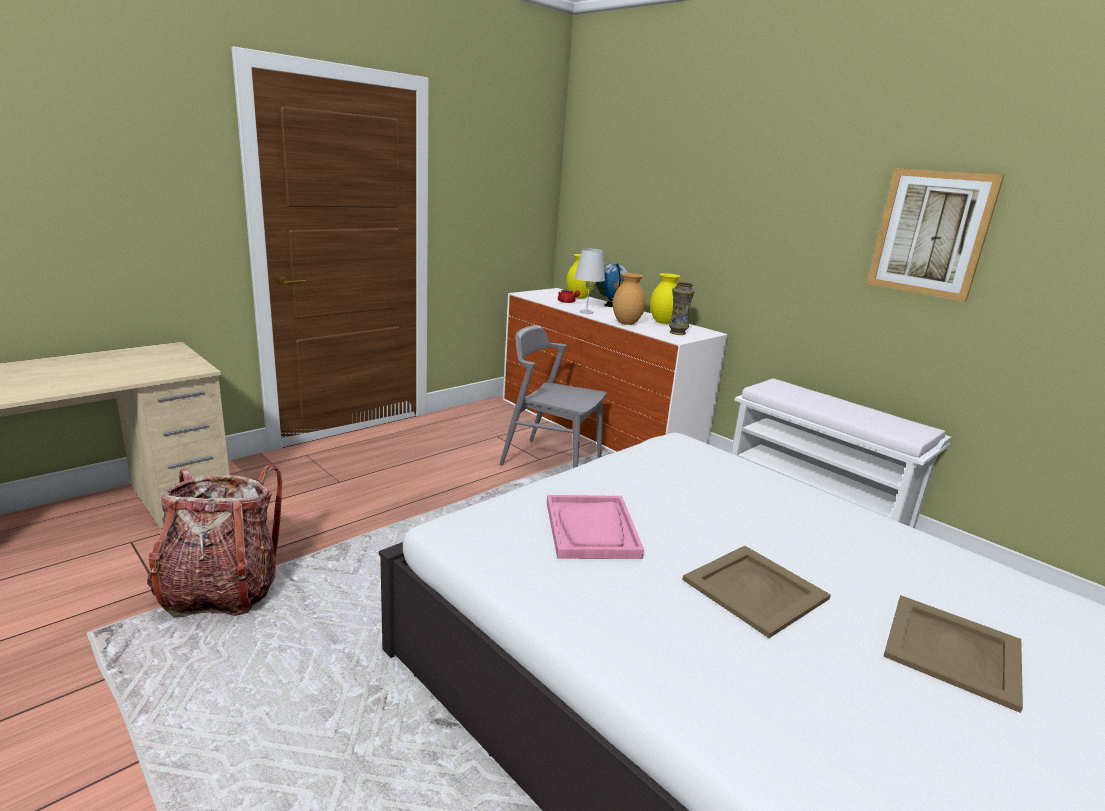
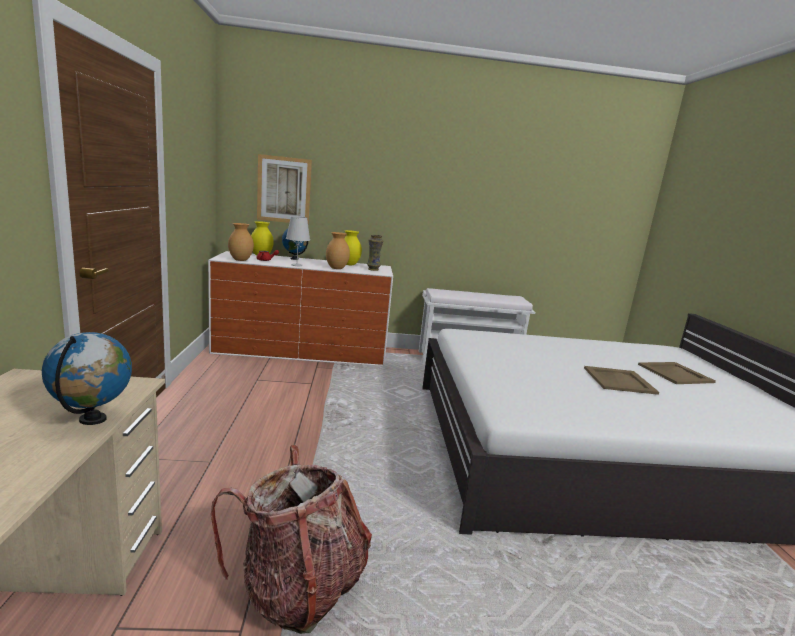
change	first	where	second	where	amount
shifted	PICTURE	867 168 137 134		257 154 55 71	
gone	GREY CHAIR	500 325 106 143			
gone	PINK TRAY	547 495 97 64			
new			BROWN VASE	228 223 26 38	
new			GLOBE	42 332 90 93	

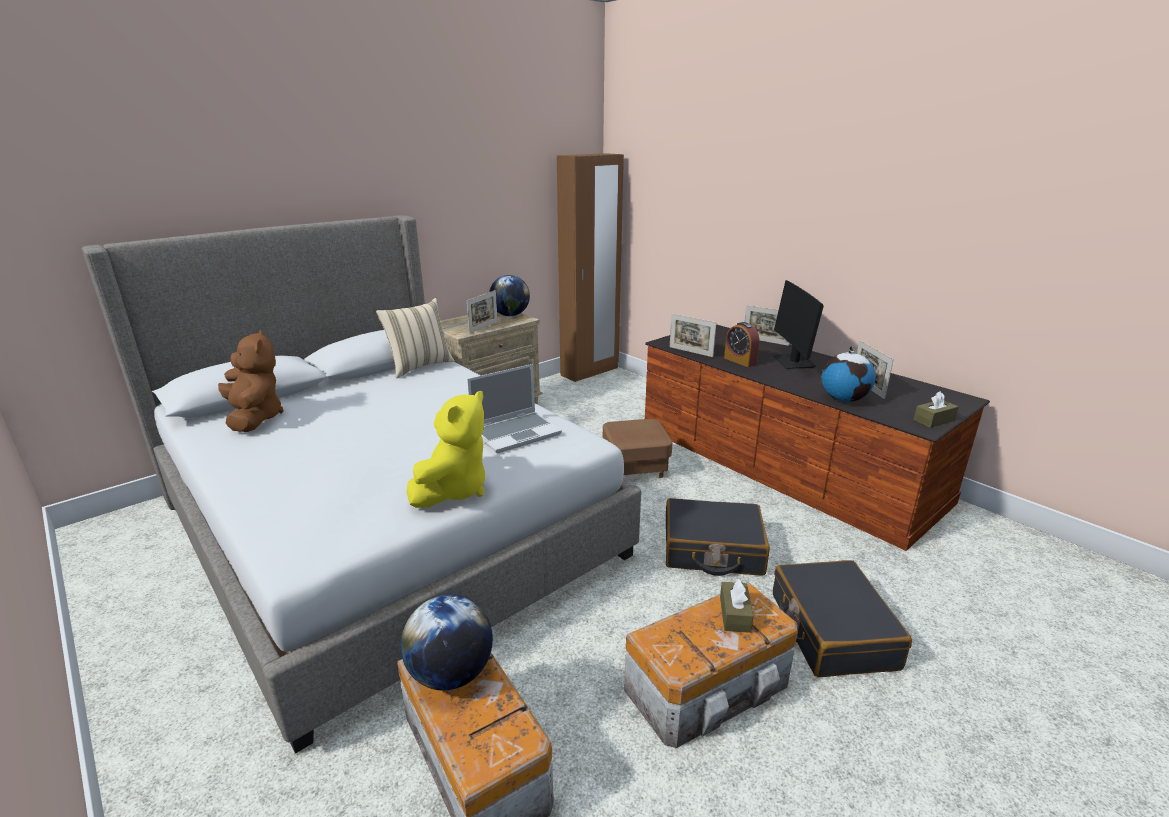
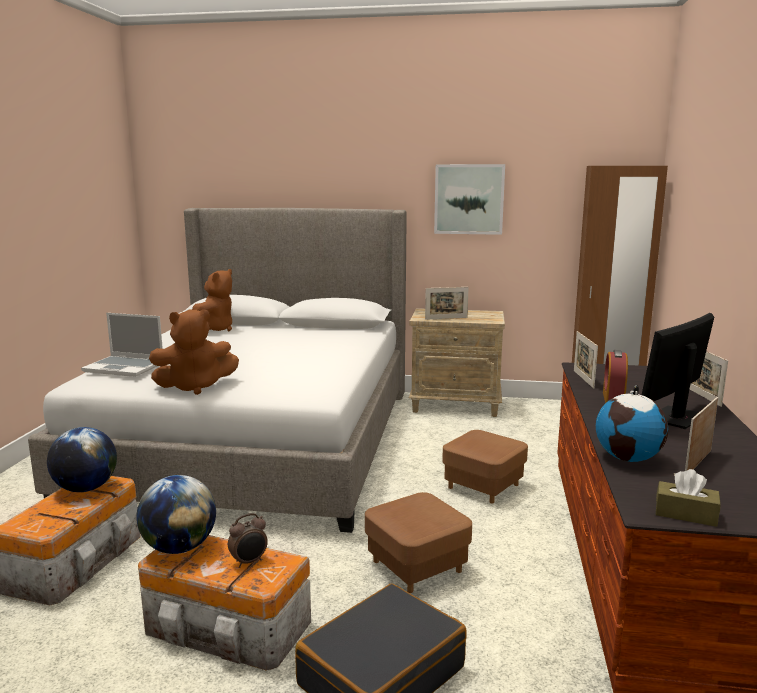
change	first	where	second	where	amount
shifted	GLOBE	489 275 41 41		136 475 80 79	
gone	BEIGE PILLOW	376 298 79 80			
shifted	LAPTOP	467 364 95 89		81 313 82 64	
repainted	YELLOW PLUSH TOY	406 391 79 117	BROWN PLUSH TOY	149 309 90 86	
swapped	BLACK SUITCASE	666 498 104 78	BROWN OTTOMAN	365 492 107 101	
swapped	BROWN TISSUE BOX	720 579 34 54	ALARM CLOCK	228 513 40 55	
new			PICTURE	434 164 71 71	

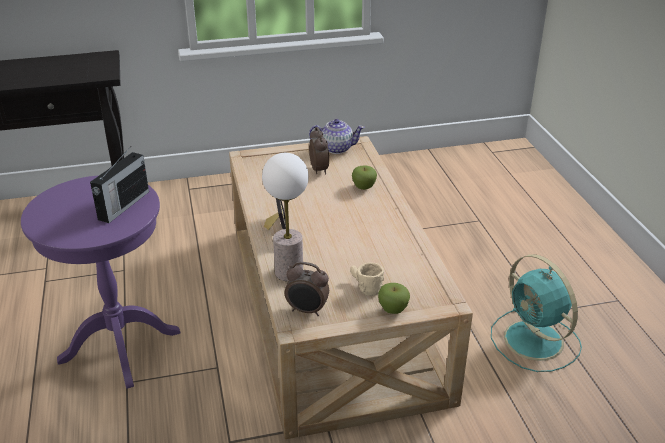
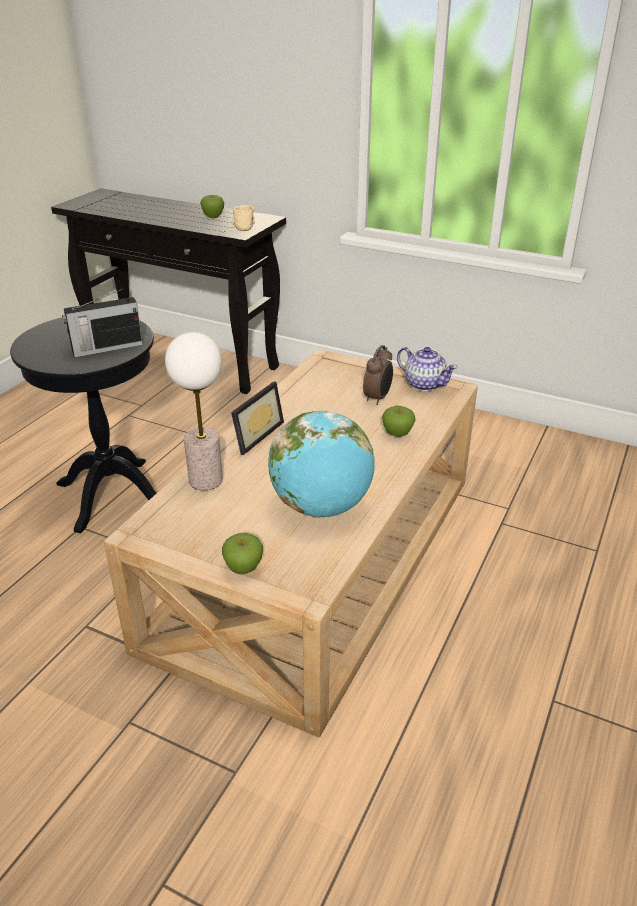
change	first	where	second	where	amount
repainted	PURPLE SIDE TABLE	21 175 160 214	BLACK SIDE TABLE	10 318 146 215	
gone	TURQUOISE FAN	491 254 91 118			
gone	ALARM CLOCK	285 262 44 54			
shifted	BEIGE MUG	350 262 34 34		232 205 23 26	
new			APPLE	200 195 24 23	
new			GLOBE	268 411 107 107	

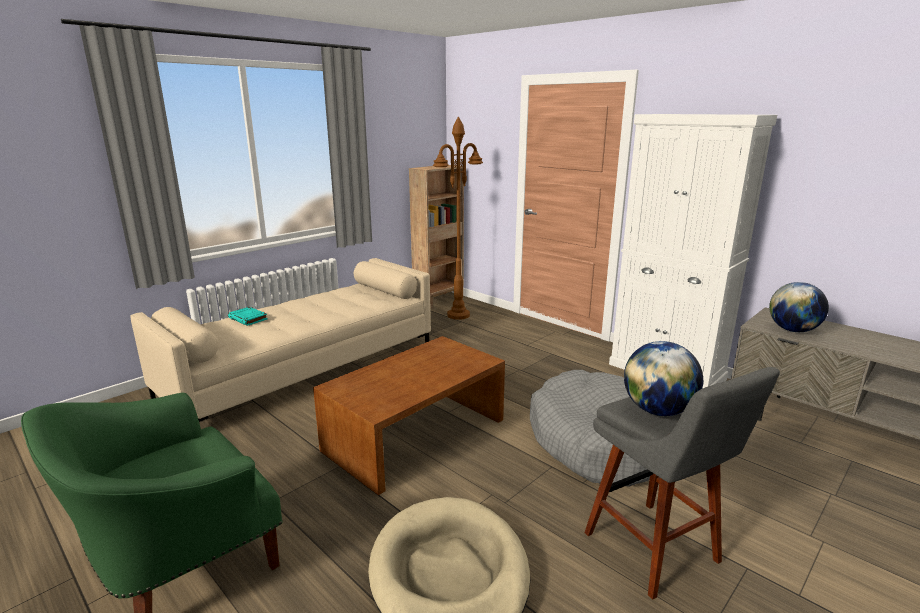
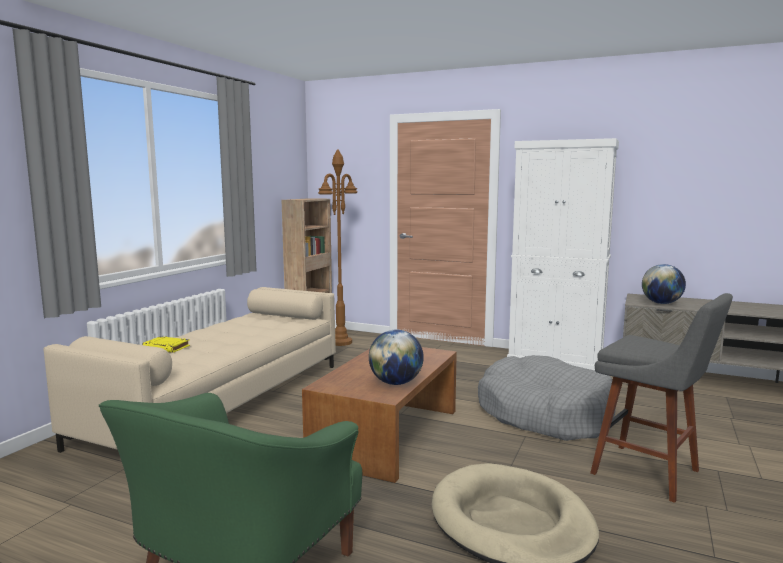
change	first	where	second	where	amount
repainted	TURQUOISE BOOK	228 307 40 19	YELLOW BOOK	142 336 48 17	
shifted	GLOBE	624 341 79 75		369 330 55 55	

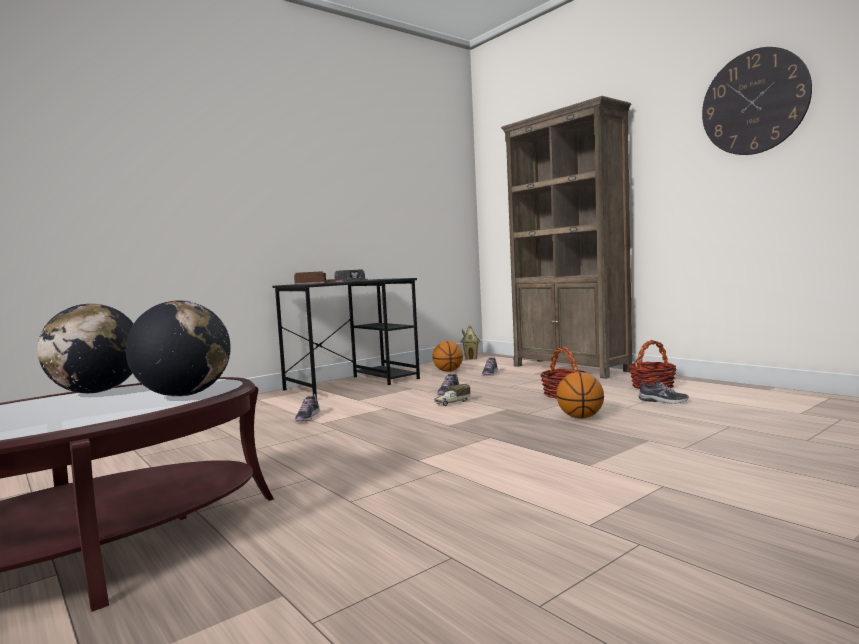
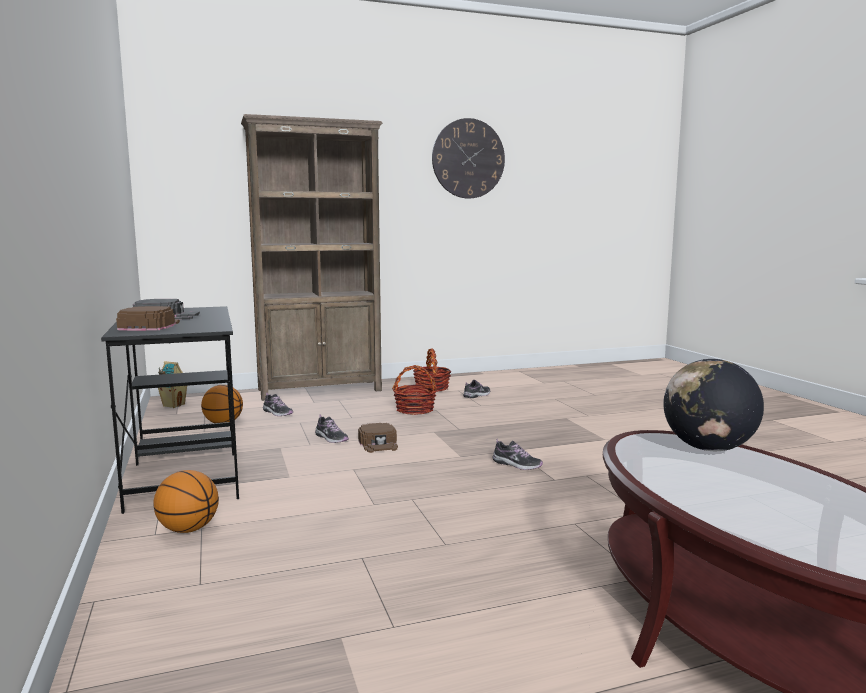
change	first	where	second	where	amount
gone	GLOBE	37 304 97 89			
shifted	BASKETBALL	557 372 47 47		153 470 66 63	
swapped	TOY TRUCK	434 384 37 22	BROWN CAP	358 423 40 30	
shifted	SHOE	295 394 25 28		493 439 50 31	

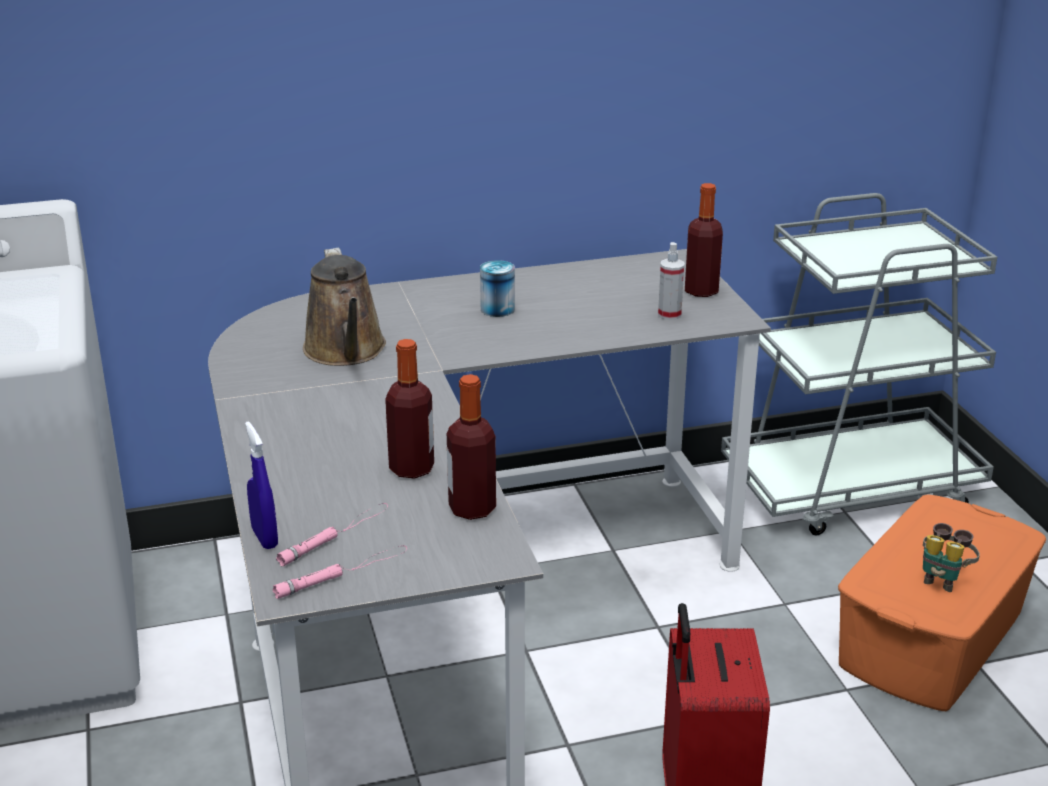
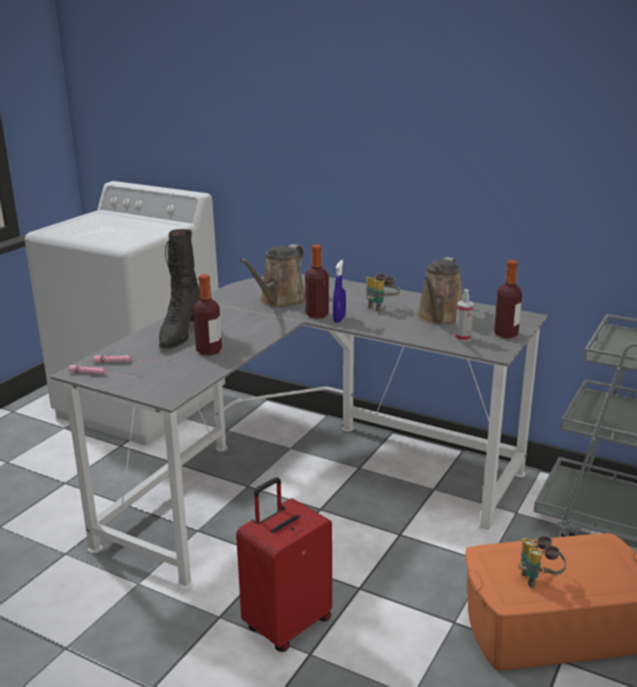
change	first	where	second	where	amount
swapped	CAN	480 260 35 57	BINOCULARS	366 274 34 38	
shifted	BOTTLE	447 374 49 146		305 245 24 74	
shifted	BLUE SPRAY BOTTLE	245 422 33 127		333 260 13 63	
new			BLACK BOOT	159 229 41 120	
new			BROWN WATERING CAN	416 257 47 68	

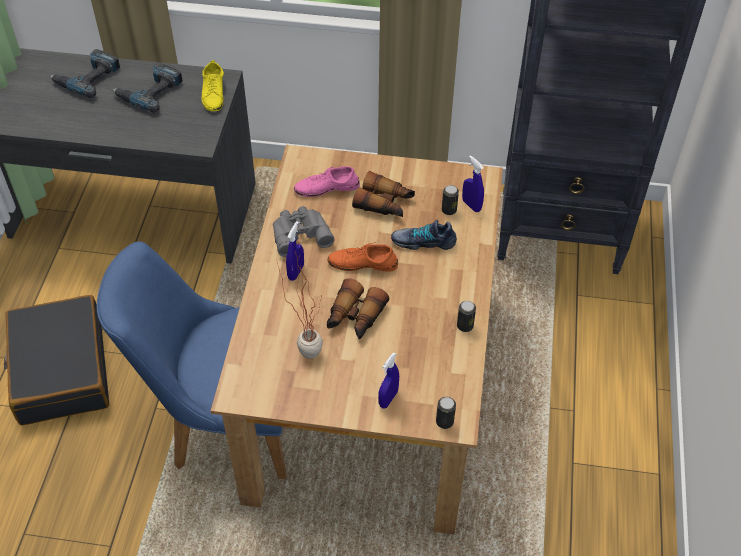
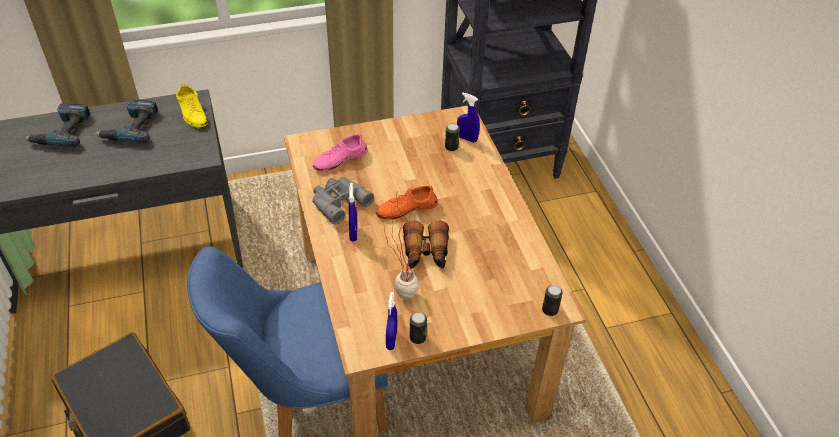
change	first	where	second	where	amount
gone	BINOCULARS	352 171 63 46			
gone	SHOE	391 220 66 30			
shifted	CAN	457 301 19 31		410 312 17 32	
shifted	BLUE SPRAY BOTTLE	378 352 21 57		386 292 11 58	

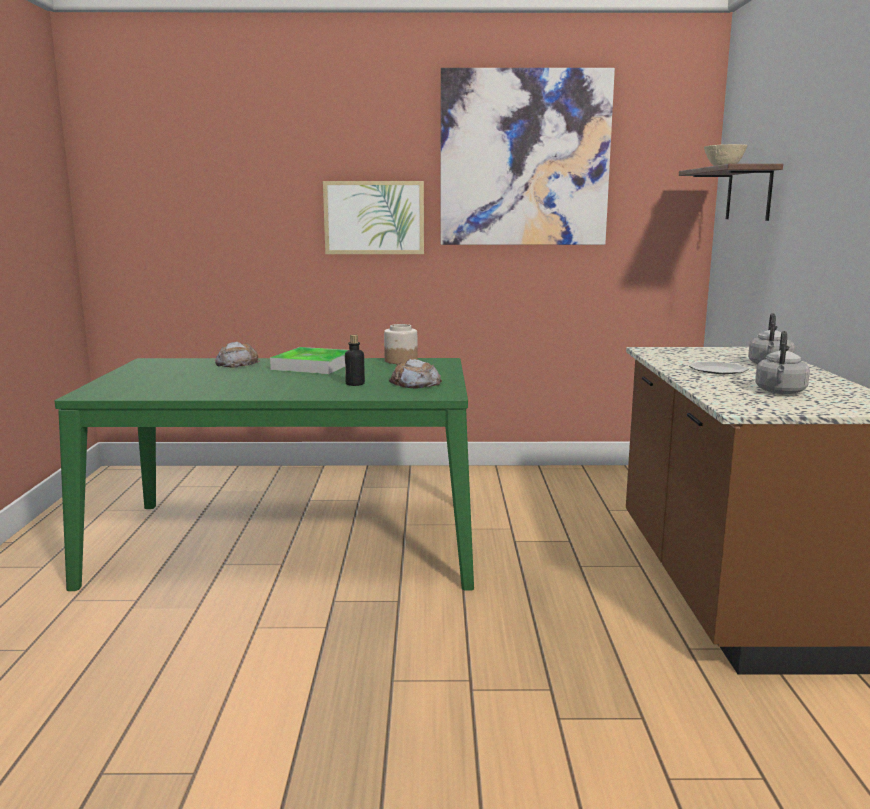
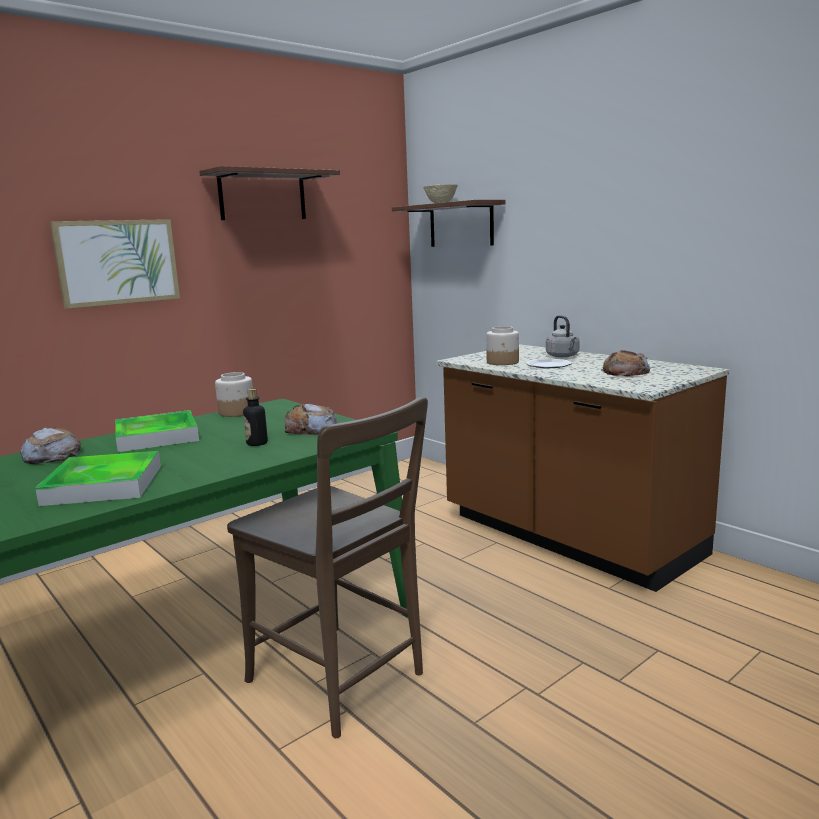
change	first	where	second	where	amount
swapped	PICTURE	440 68 175 177	SHELF	199 166 141 54	
swapped	GREY KETTLE	755 331 55 63	BREAD	601 350 49 26	
new			JAR	486 326 33 39	
new			BROWN CHAIR	227 397 201 341	
new			TRAY	35 451 126 55	

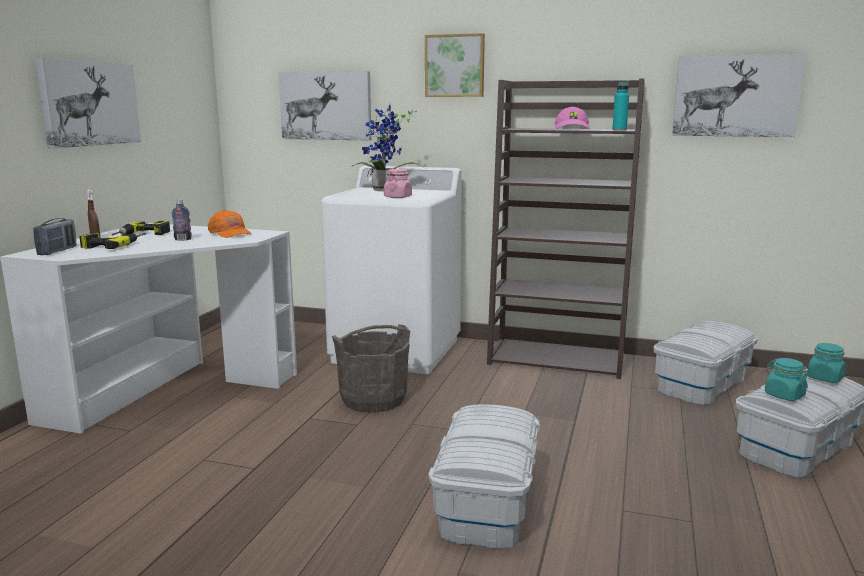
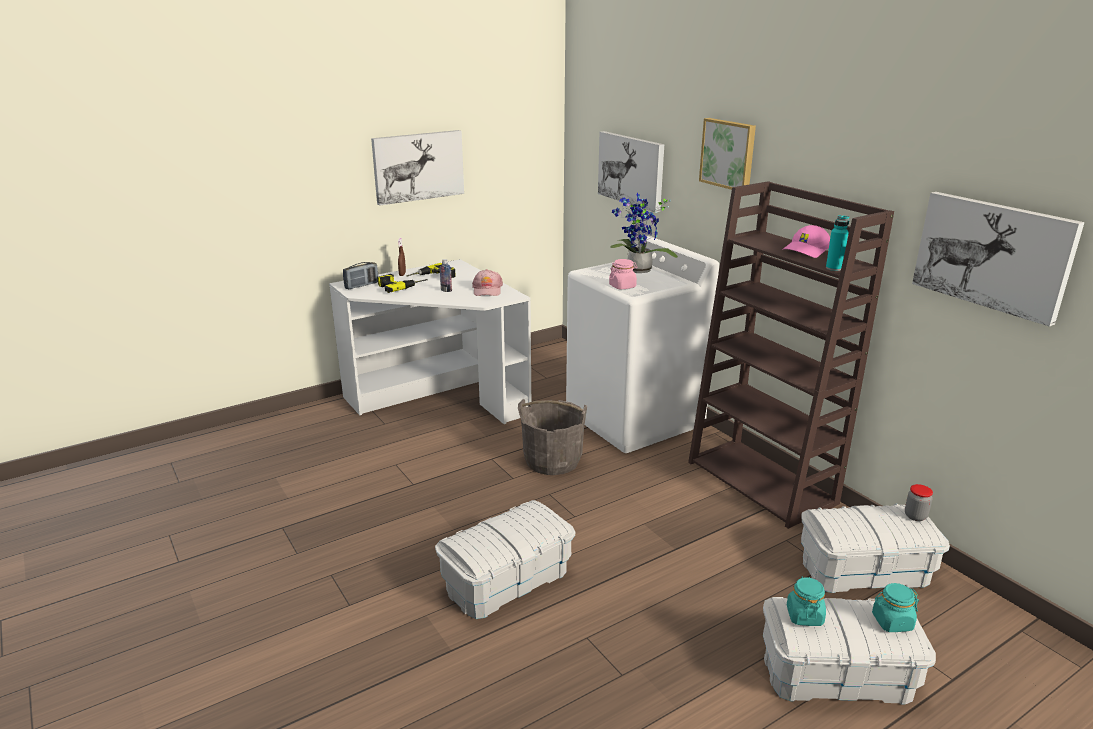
change	first	where	second	where	amount
repainted	ORANGE CAP	208 210 44 28	PINK CAP	472 269 31 27	
new			JAR	905 484 28 37	

